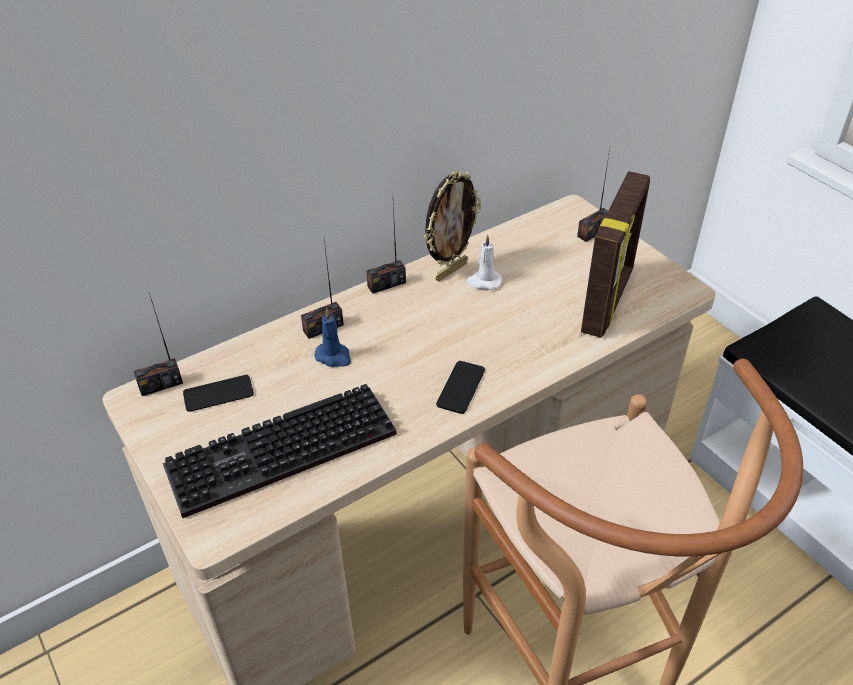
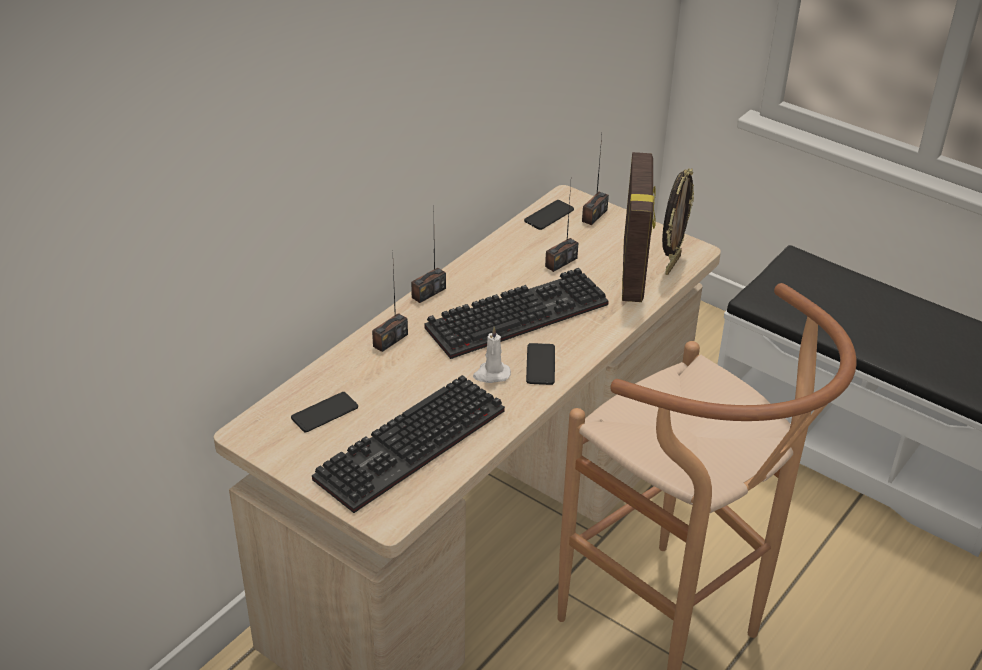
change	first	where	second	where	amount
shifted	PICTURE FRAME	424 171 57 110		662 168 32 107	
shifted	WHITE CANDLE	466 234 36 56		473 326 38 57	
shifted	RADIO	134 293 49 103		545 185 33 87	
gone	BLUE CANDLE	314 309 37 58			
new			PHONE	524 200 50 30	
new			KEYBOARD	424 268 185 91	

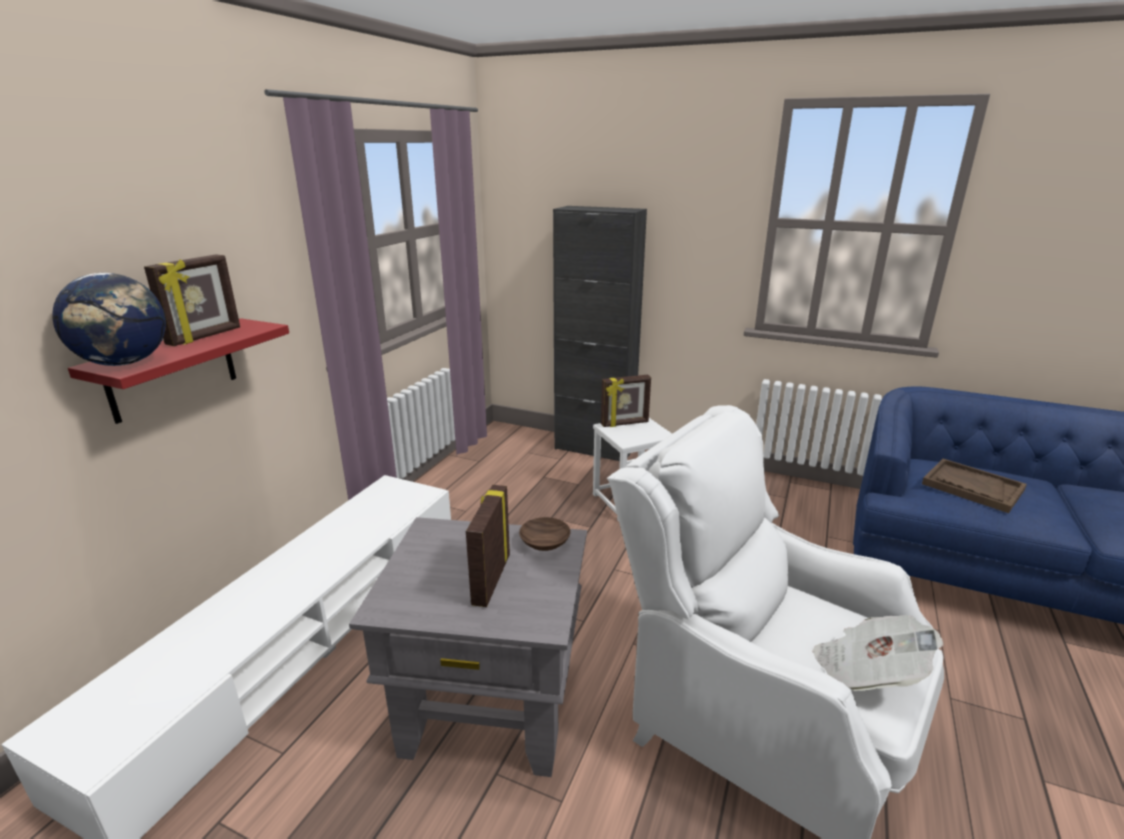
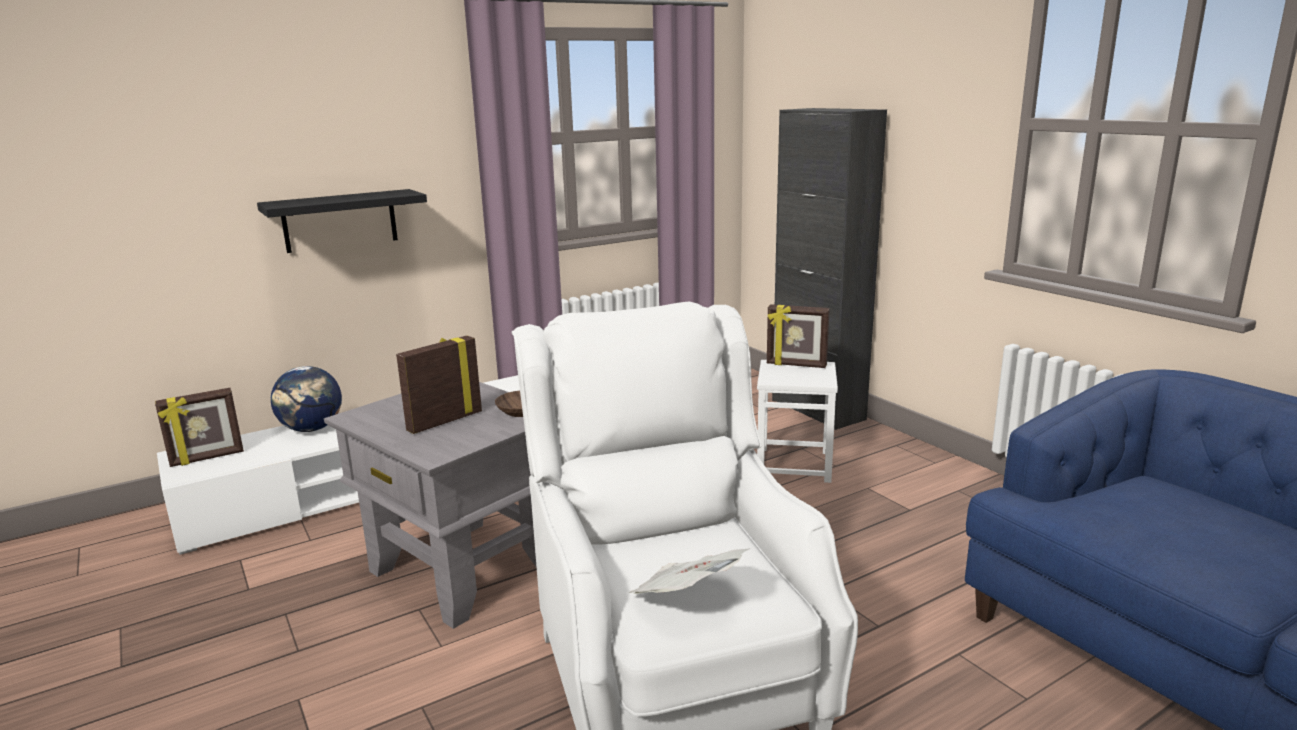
change	first	where	second	where	amount
shifted	PICTURE FRAME	144 254 96 92		155 388 89 79	
shifted	GLOBE	53 273 113 93		271 366 71 66	
repainted	RED SHELF	68 318 221 106	BLACK SHELF	257 189 170 64	
gone	BROWN TRAY	922 459 105 54			

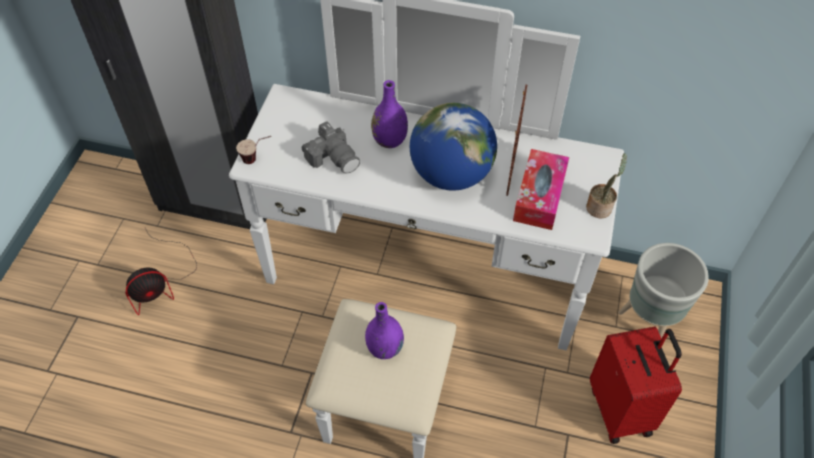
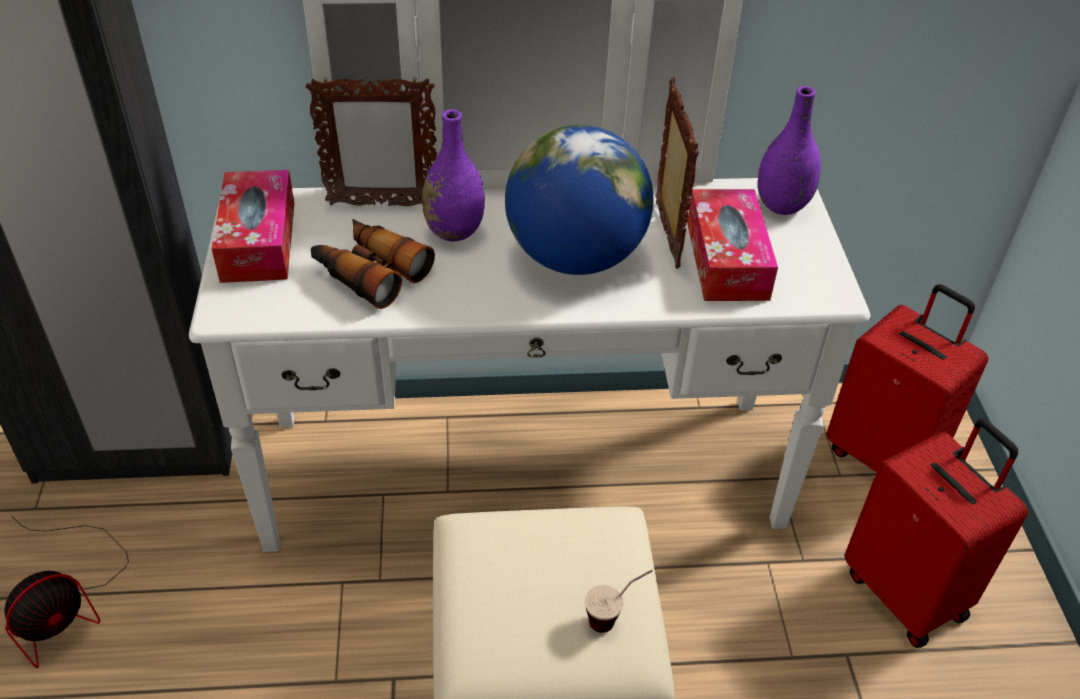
change	first	where	second	where	amount
swapped	PHOTO CAMERA	302 122 58 52	BINOCULARS	310 219 125 90	
shifted	CUP	236 136 35 28		585 570 68 63	
gone	POTTED PLANT	586 153 41 65			
swapped	GREY PLANTER	618 243 91 96	RED SUITCASE	827 284 161 188	
shifted	PURPLE VASE	365 302 39 57		758 86 63 129	
new			PICTURE FRAME	306 77 131 129	
new			TISSUE BOX	212 170 82 113	

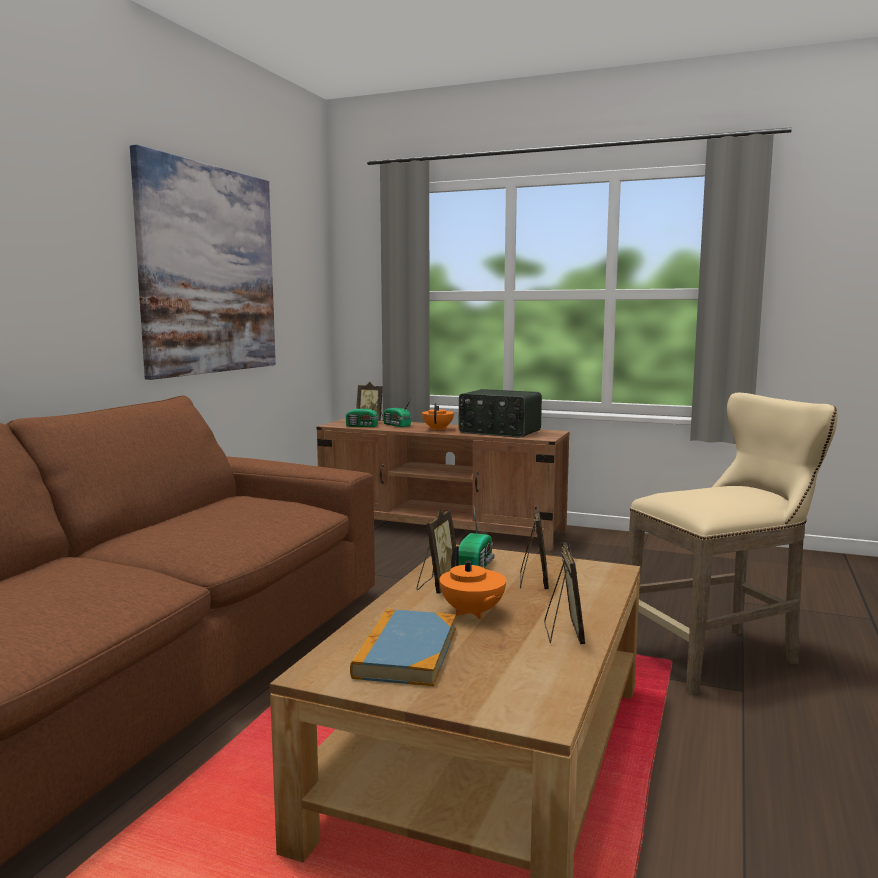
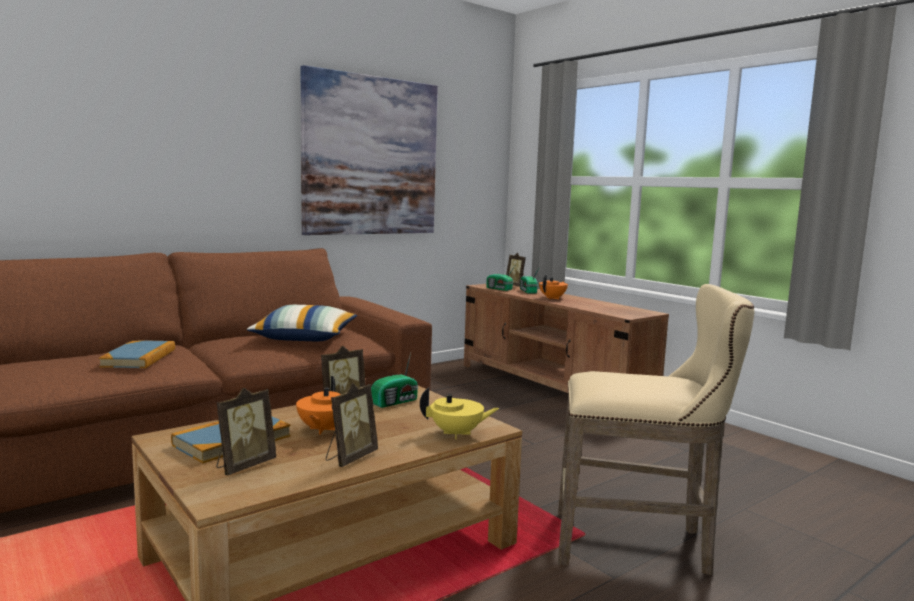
change	first	where	second	where	amount
gone	RADIO	459 389 83 49			
shifted	PICTURE FRAME	520 506 29 83		217 387 59 88	
new			PILLOW	247 305 110 36	
new			BOOK	99 340 76 28	
new			YELLOW TEAPOT	420 388 79 51	

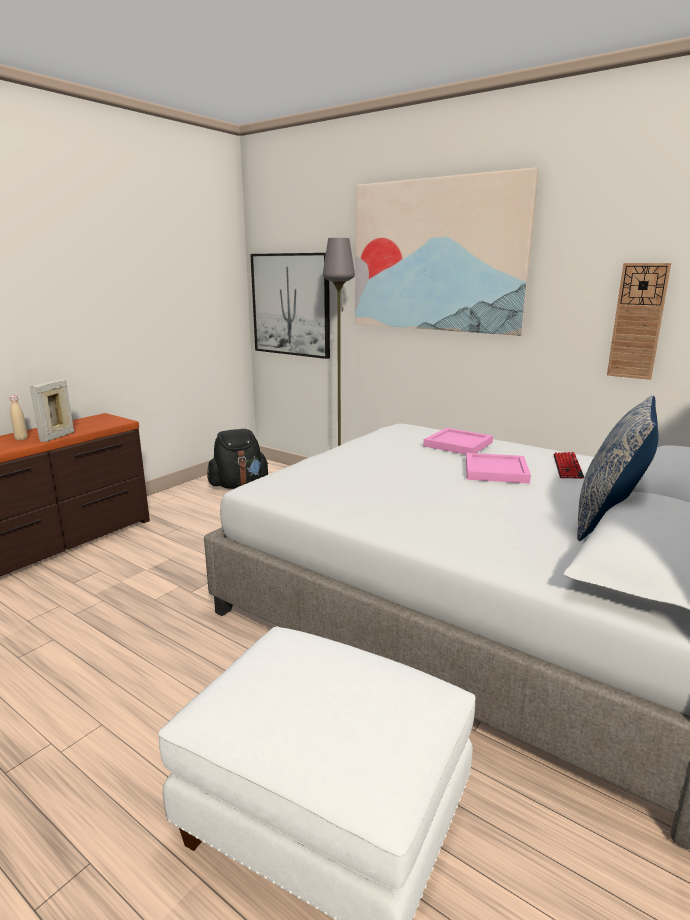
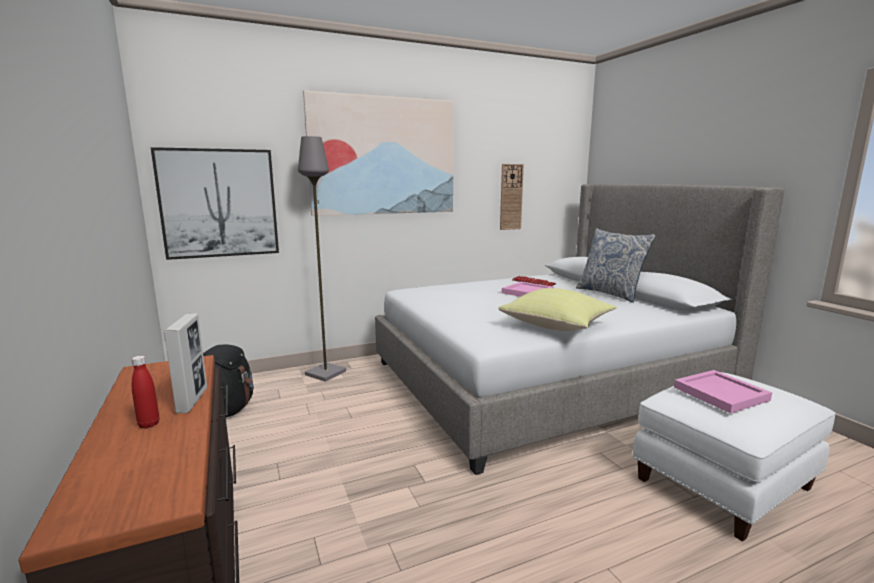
change	first	where	second	where	amount
rotated	PICTURE FRAME	30 379 44 63		163 314 44 100	150 degrees counterclockwise
repainted	BEIGE BOTTLE	10 396 18 44	RED BOTTLE	132 356 27 73	
shifted	PINK TRAY	423 428 70 27		674 370 98 43	
new			YELLOW PILLOW	498 288 119 43	

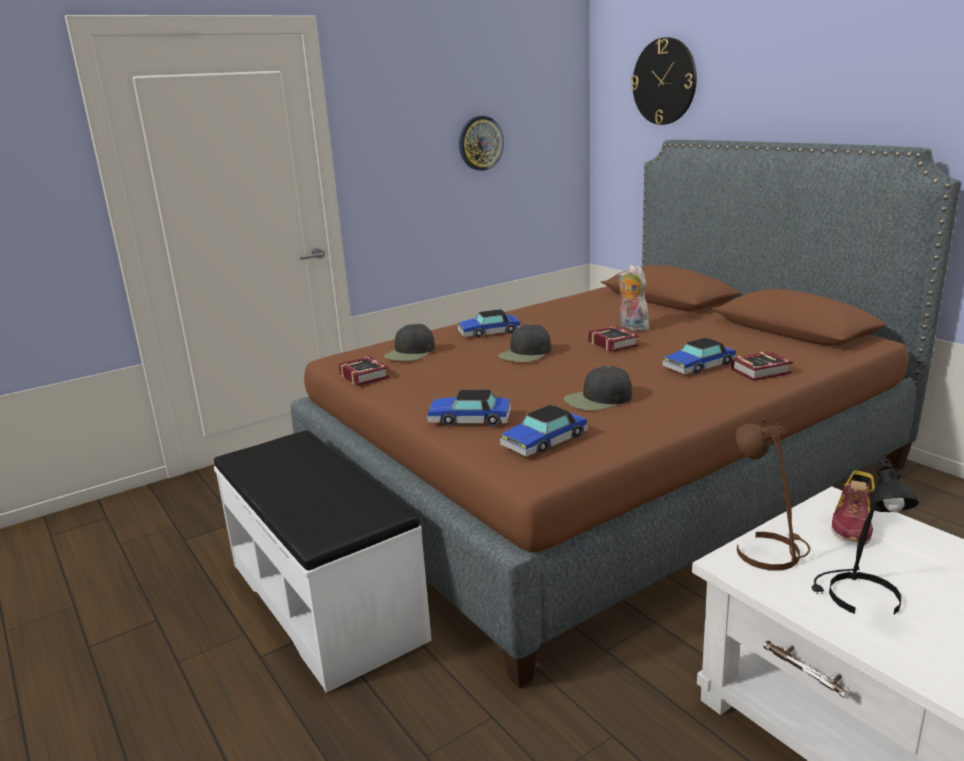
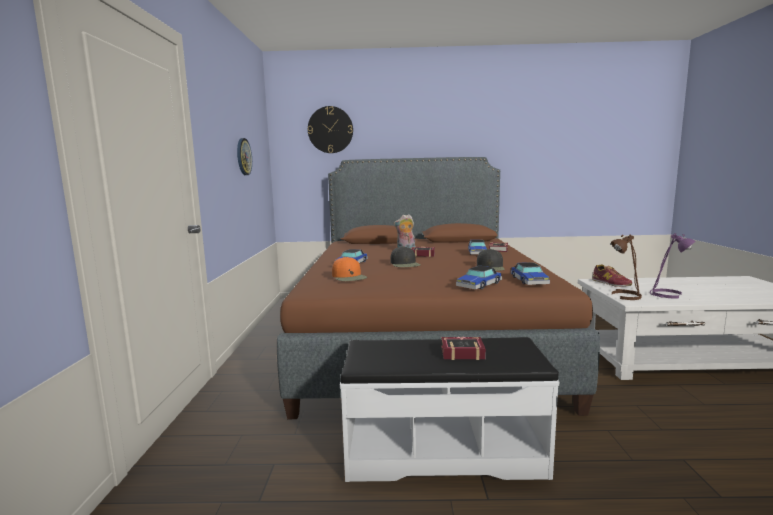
change	first	where	second	where	amount
repainted	BLACK CAP	384 324 51 37	ORANGE CAP	332 257 35 24	
shifted	BOOK	338 356 51 30		441 337 45 23	
repainted	BLACK TABLE LAMP	811 459 108 156	PURPLE TABLE LAMP	650 233 46 65	

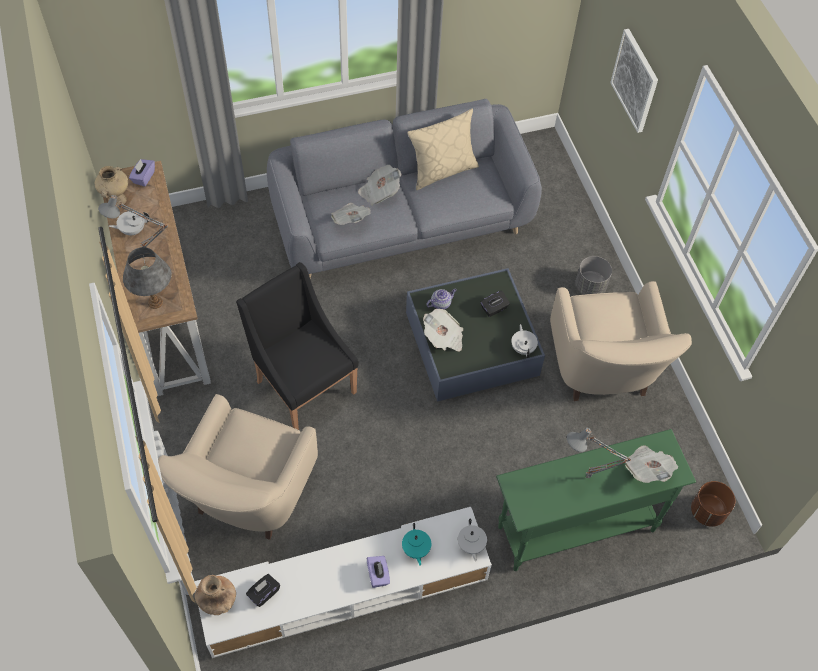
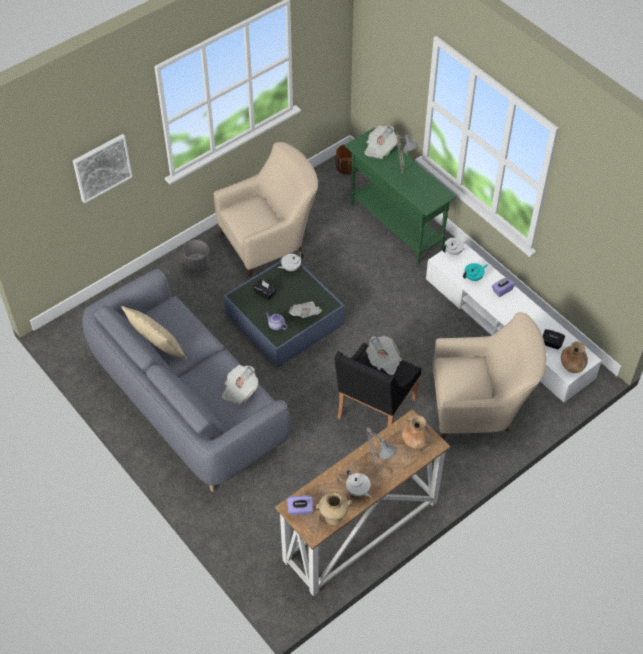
change	first	where	second	where	amount
shifted	NEWSPAPER	358 165 44 41		366 336 36 39	
swapped	GREY TABLE LAMP	123 247 49 62	BROWN VASE	401 415 31 35	

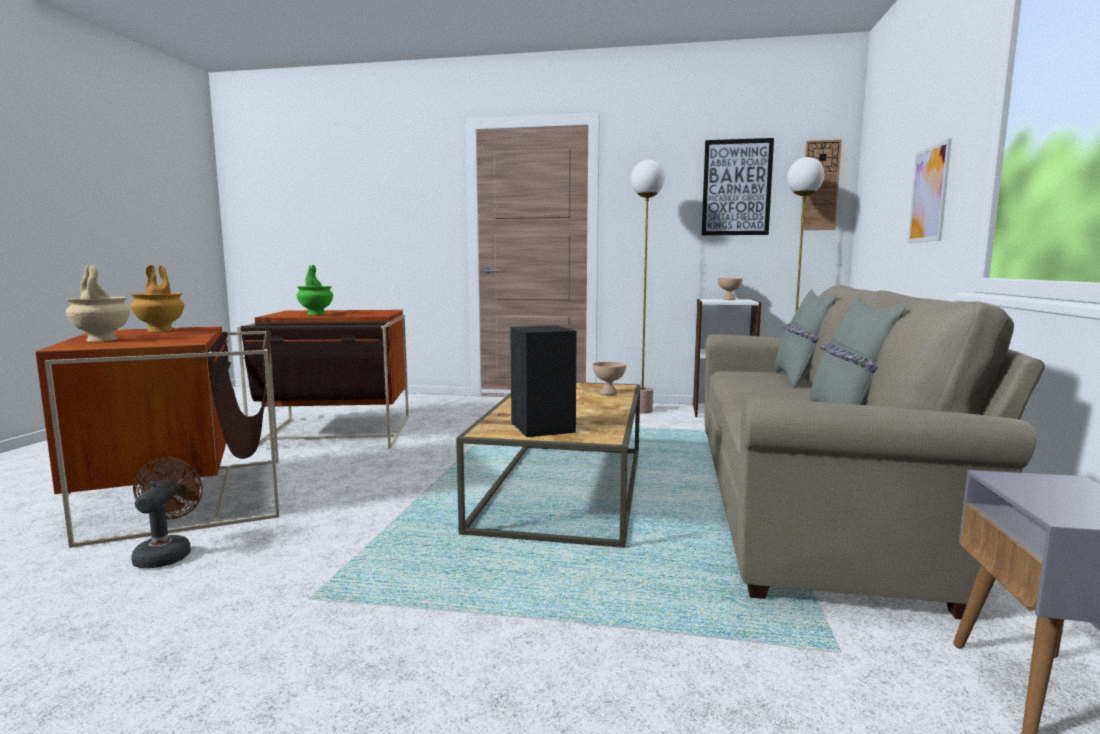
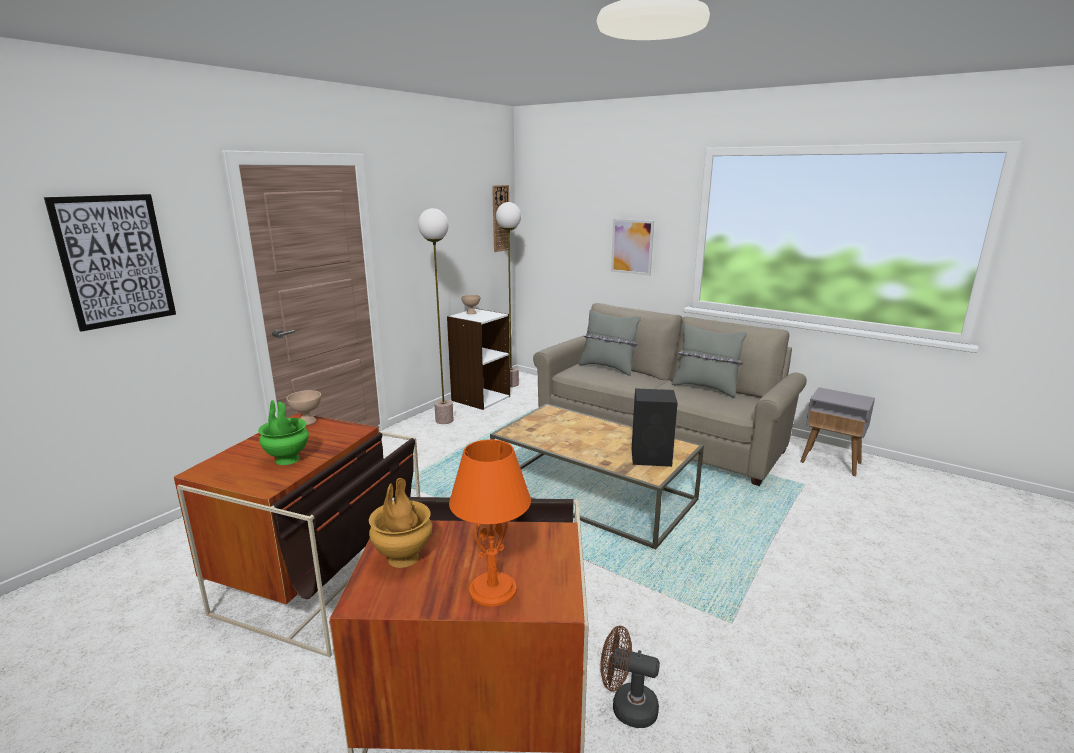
change	first	where	second	where	amount
shifted	PICTURE	702 138 72 97		44 194 132 138	
swapped	BEIGE VASE	65 265 65 77	ORANGE TABLE LAMP	449 439 82 168	
shifted	BEIGE BOWL	592 362 34 33		287 390 34 35	

